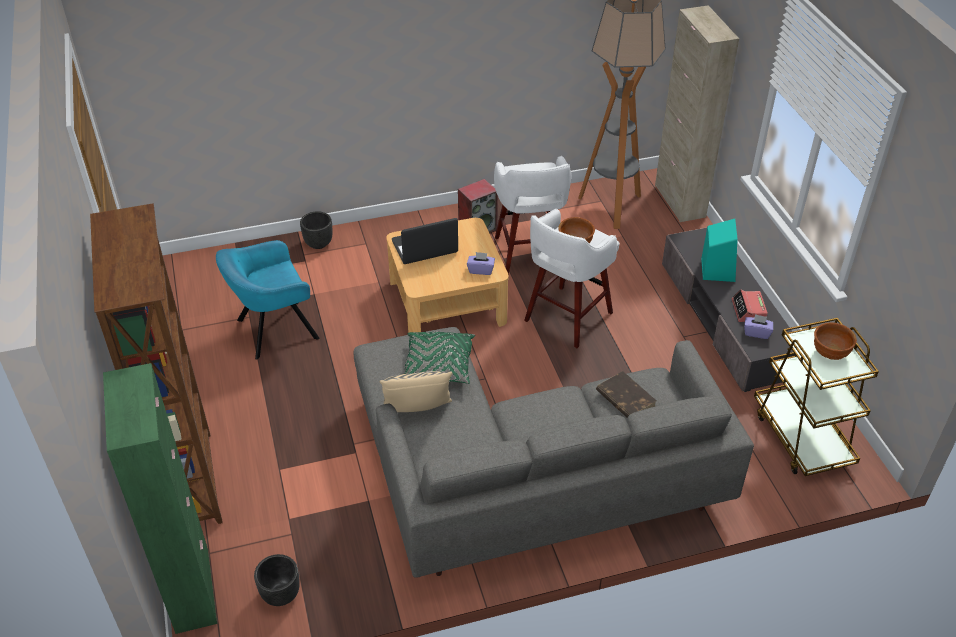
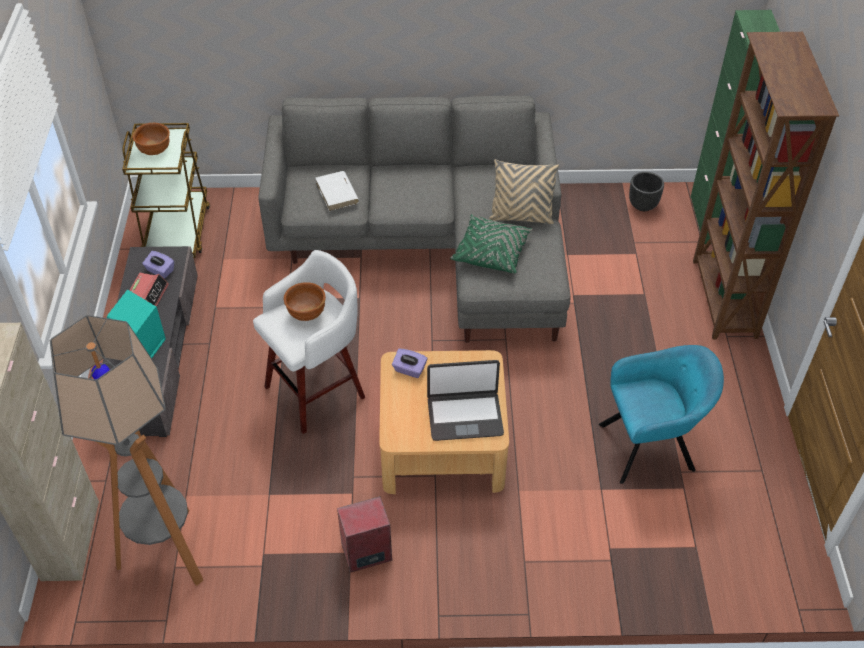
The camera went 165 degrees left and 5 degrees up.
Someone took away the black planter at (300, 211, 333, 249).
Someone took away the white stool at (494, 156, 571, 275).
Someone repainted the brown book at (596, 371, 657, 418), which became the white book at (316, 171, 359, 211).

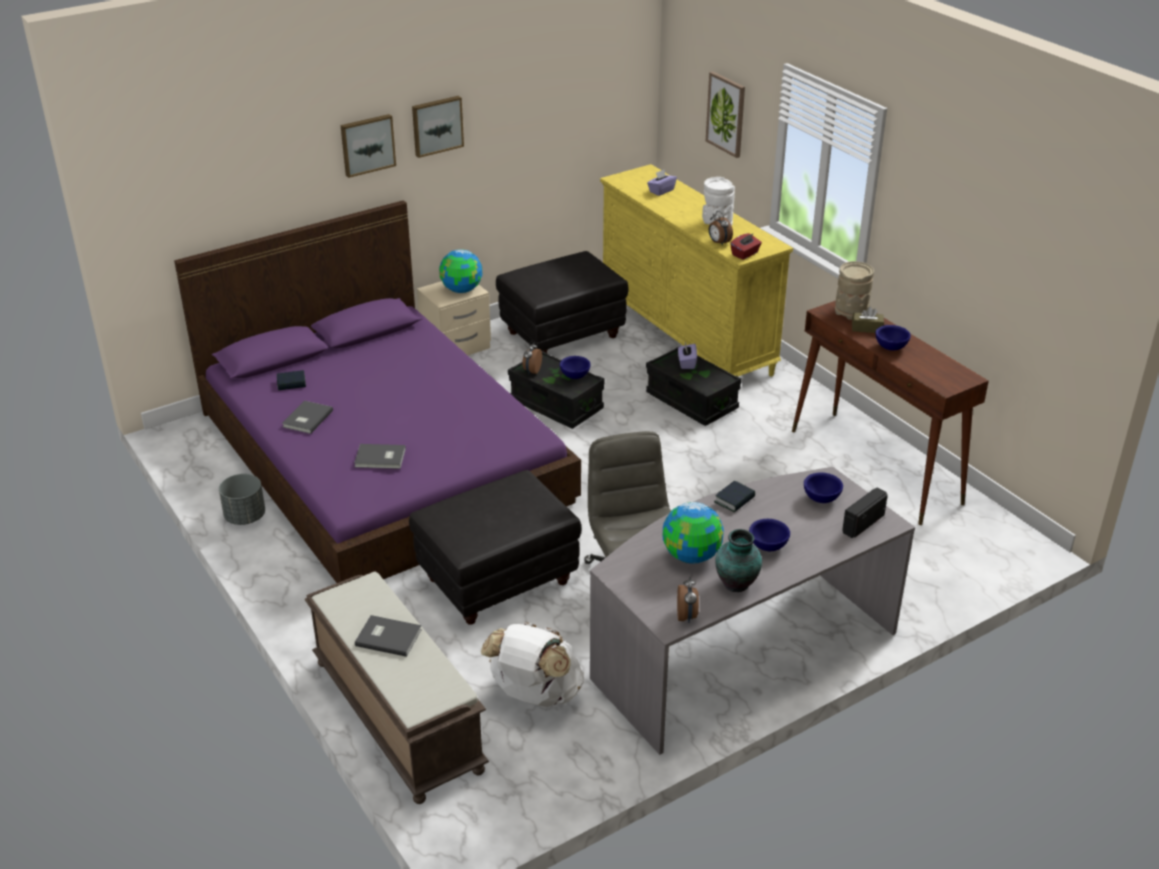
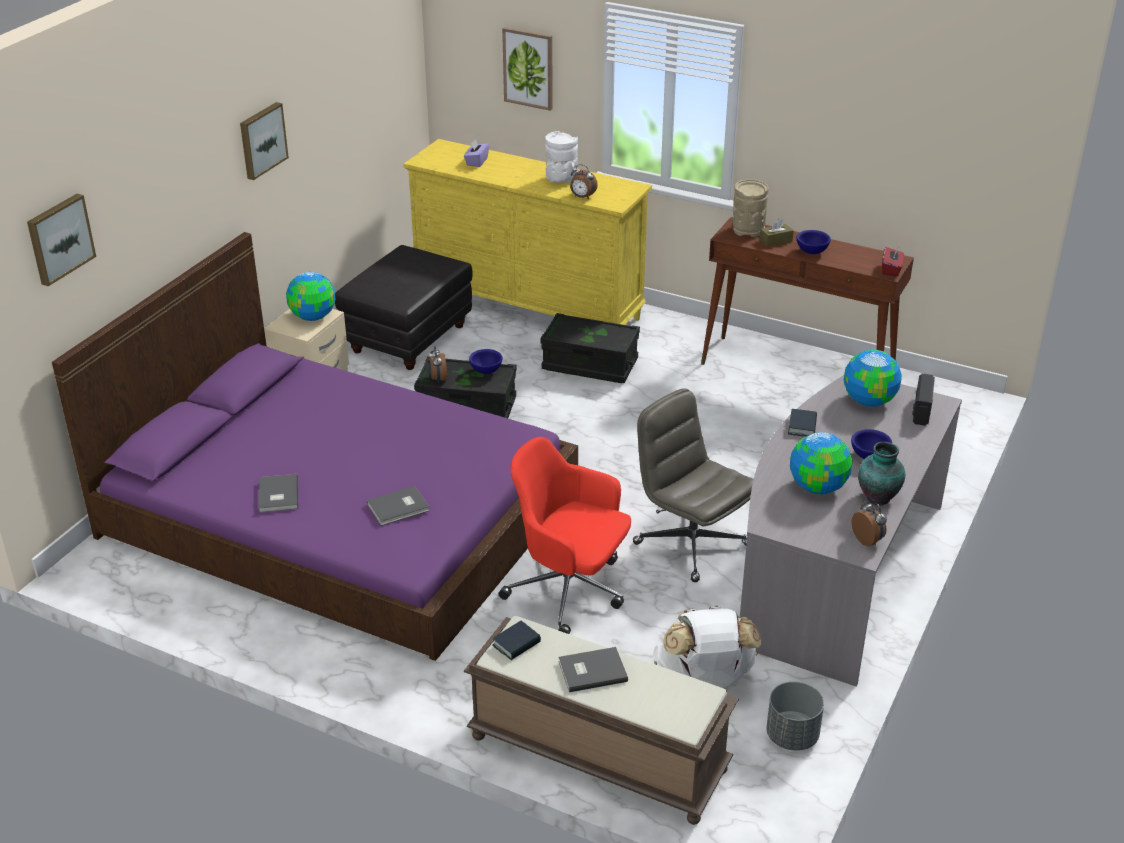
The camera went 30 degrees left and 0 degrees up.
Someone carried the grey planter from (219, 474, 265, 525) to (766, 682, 824, 751).
Someone carried the book from (277, 370, 306, 390) to (492, 621, 541, 660).
Someone carried the picture from (341, 114, 396, 178) to (27, 194, 96, 286).
Someone swapped the black ottoman at (409, 470, 582, 625) for the red office chair at (498, 437, 631, 634).
Someone took away the purple tissue box at (678, 342, 697, 369).
Someone carried the red tissue box from (730, 233, 762, 260) to (882, 247, 904, 276).
Someone swapped the blue bowl at (804, 472, 843, 503) for the globe at (844, 350, 902, 407).

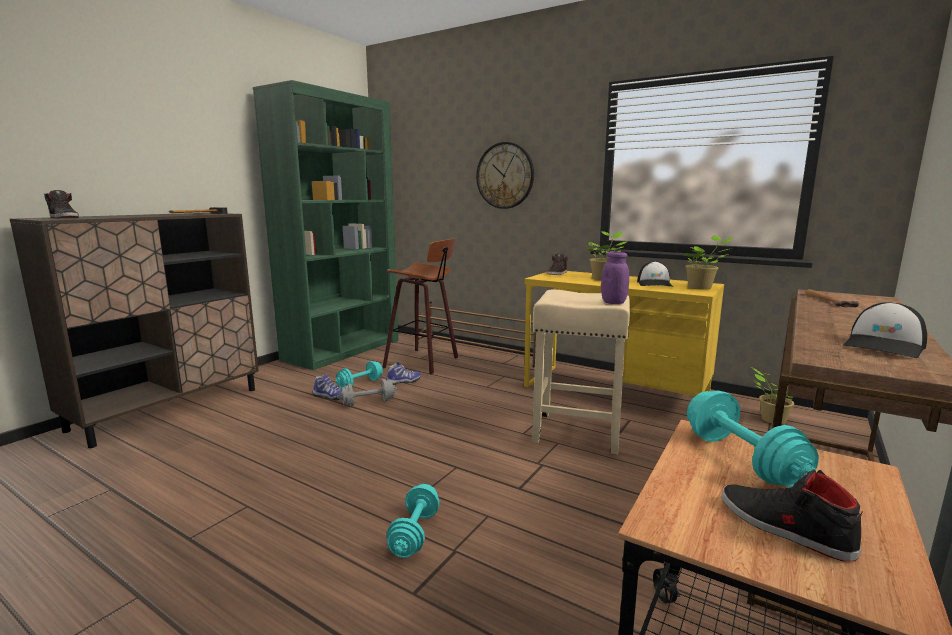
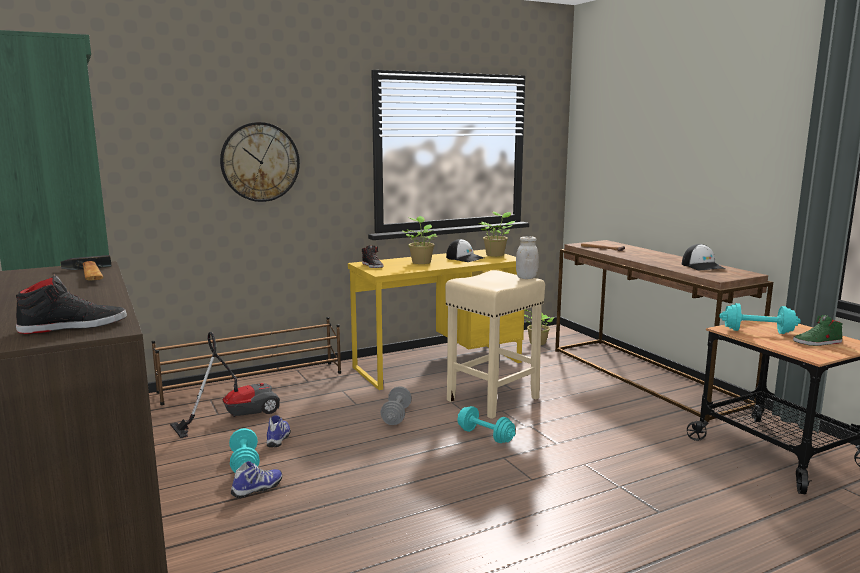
The camera went 60 degrees left and 0 degrees up.
Someone carried the grey dumbbell from (337, 379, 397, 407) to (380, 387, 412, 425).
Someone swapped the stool at (382, 239, 458, 374) for the vacuum cleaner at (170, 332, 280, 438).
Someone carried the turquoise dumbbell from (387, 484, 440, 558) to (457, 406, 516, 443).
Someone repainted the purple jar at (601, 251, 629, 304), which became the white jar at (516, 236, 539, 279).
Someone repainted the black shoe at (721, 469, 863, 561), which became the green shoe at (793, 315, 842, 346).

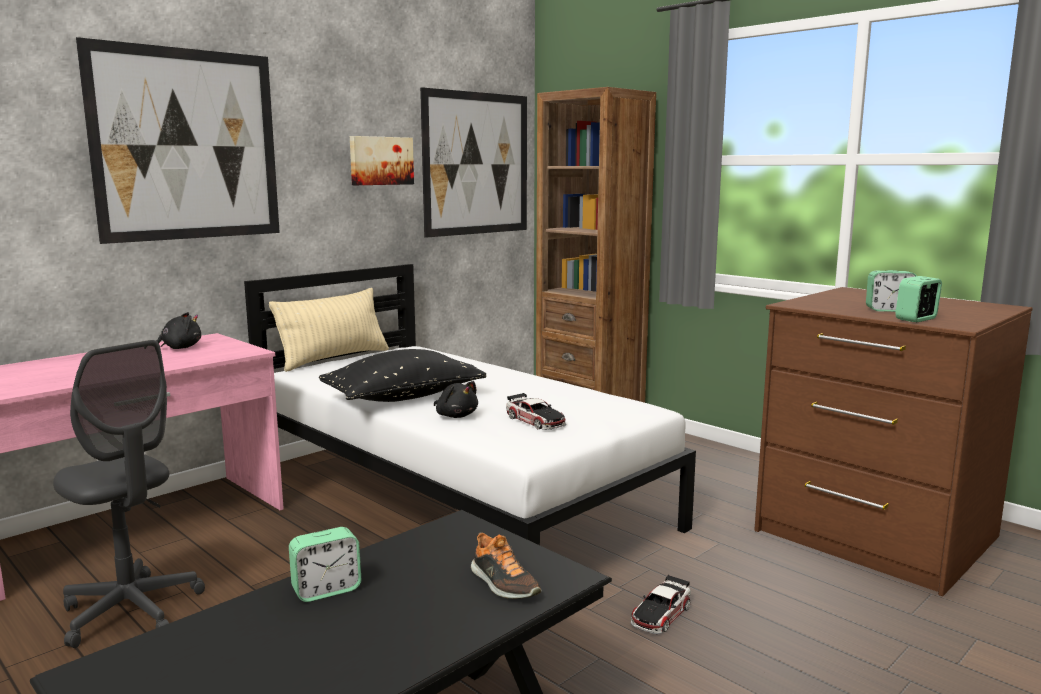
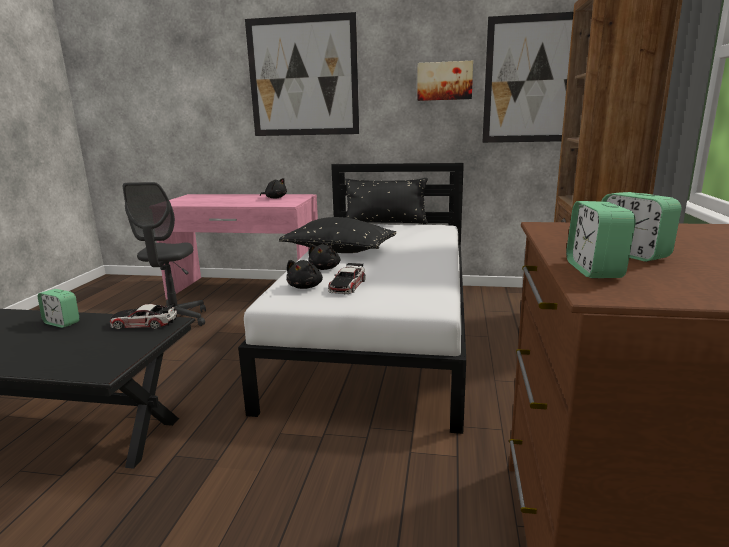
The camera went 55 degrees right and 5 degrees up.
Someone repainted the beige pillow at (269, 288, 389, 372), which became the black pillow at (345, 178, 428, 224).
Someone took away the shoe at (471, 532, 542, 599).
Someone carried the toy car from (630, 575, 691, 634) to (110, 303, 177, 330).
Someone rotated the alarm clock at (895, 276, 942, 322) by 105 degrees counterclockwise.
Someone put down the black plush toy at (287, 260, 323, 289).

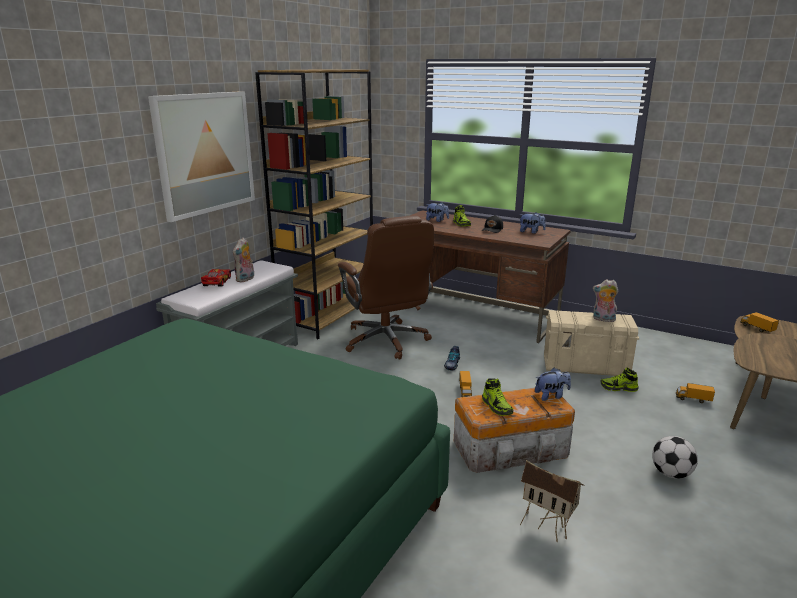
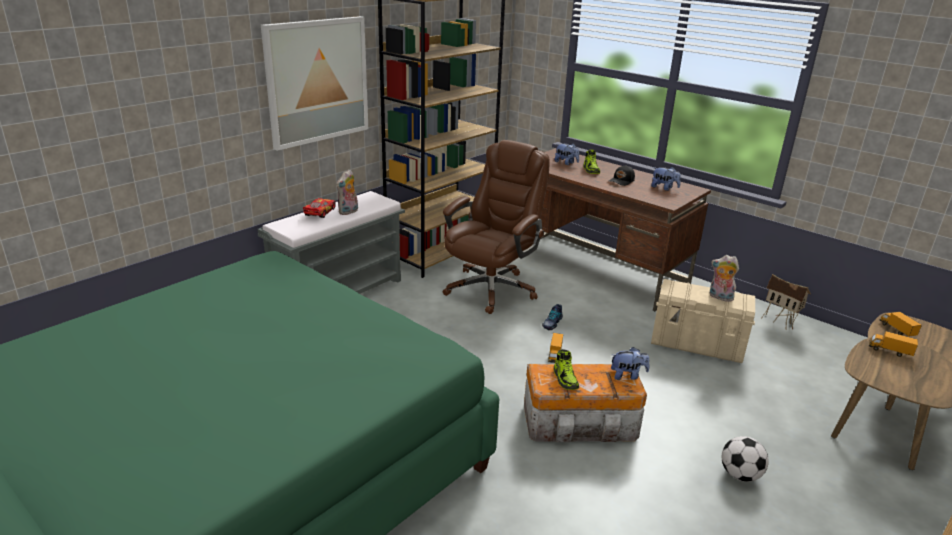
The camera went 10 degrees right and 5 degrees up.
Someone rotated the brown office chair at (338, 216, 434, 360) by 135 degrees counterclockwise.
Someone carried the toy house from (520, 460, 585, 542) to (761, 274, 811, 330).
Someone took away the shoe at (601, 367, 639, 392).
Someone carried the toy truck from (676, 383, 715, 403) to (869, 331, 918, 357).

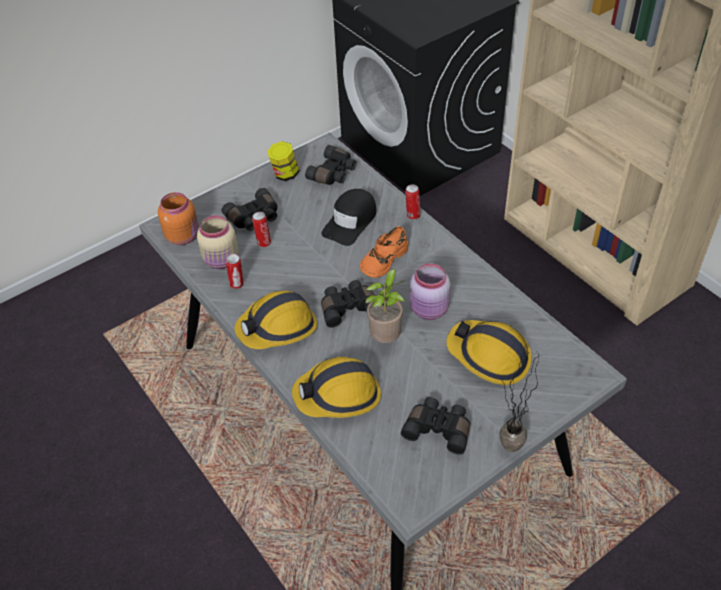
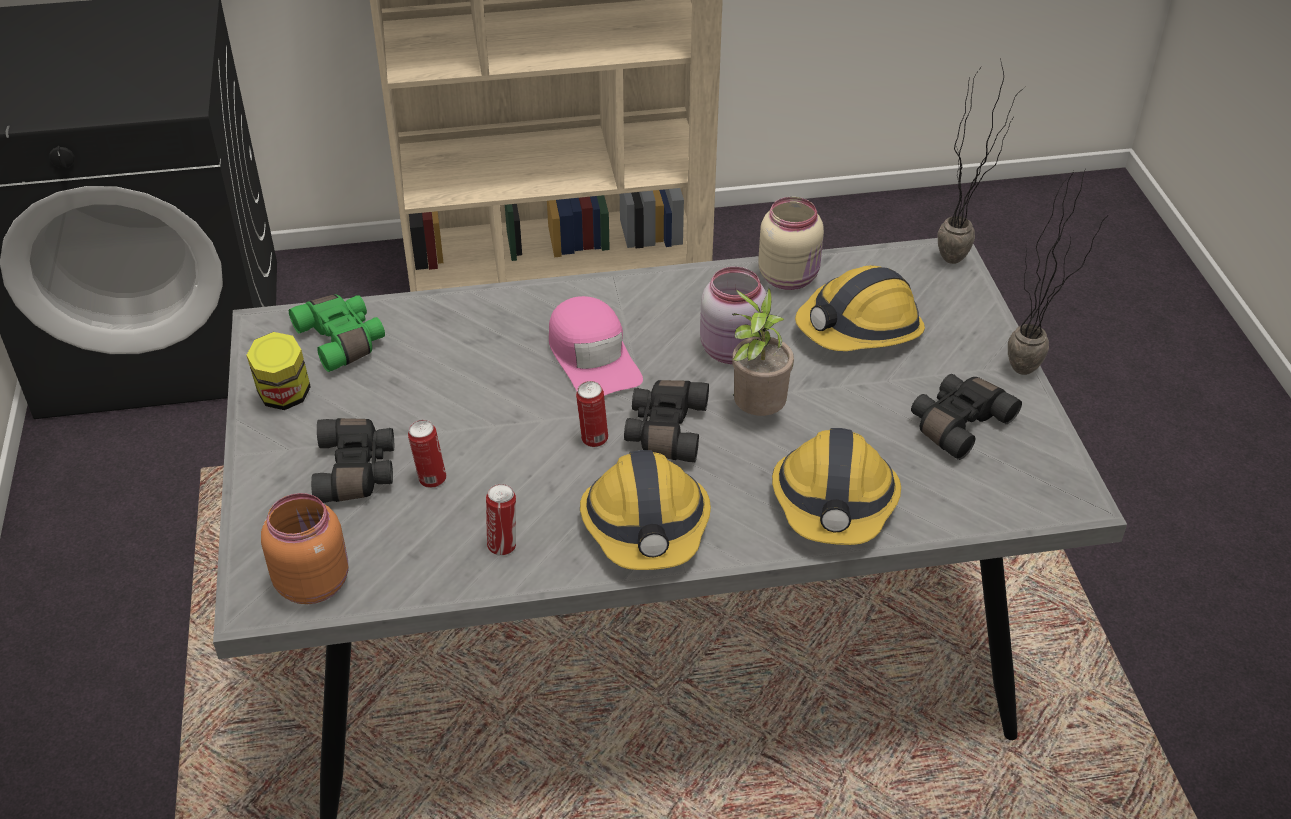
The camera went 65 degrees left and 5 degrees down.
Someone carried the beige jar from (197, 215, 238, 269) to (758, 197, 824, 290).
Someone repainted the black binoculars at (305, 145, 357, 185), which became the green binoculars at (289, 294, 385, 372).
Someone took away the black cap at (322, 189, 376, 246).
Someone swapped the orange shoe at (360, 226, 408, 278) for the pink cap at (549, 296, 643, 396).
Someone carried the can from (405, 184, 421, 220) to (576, 381, 608, 447).
Someone put down the potted plant at (938, 58, 1025, 264).

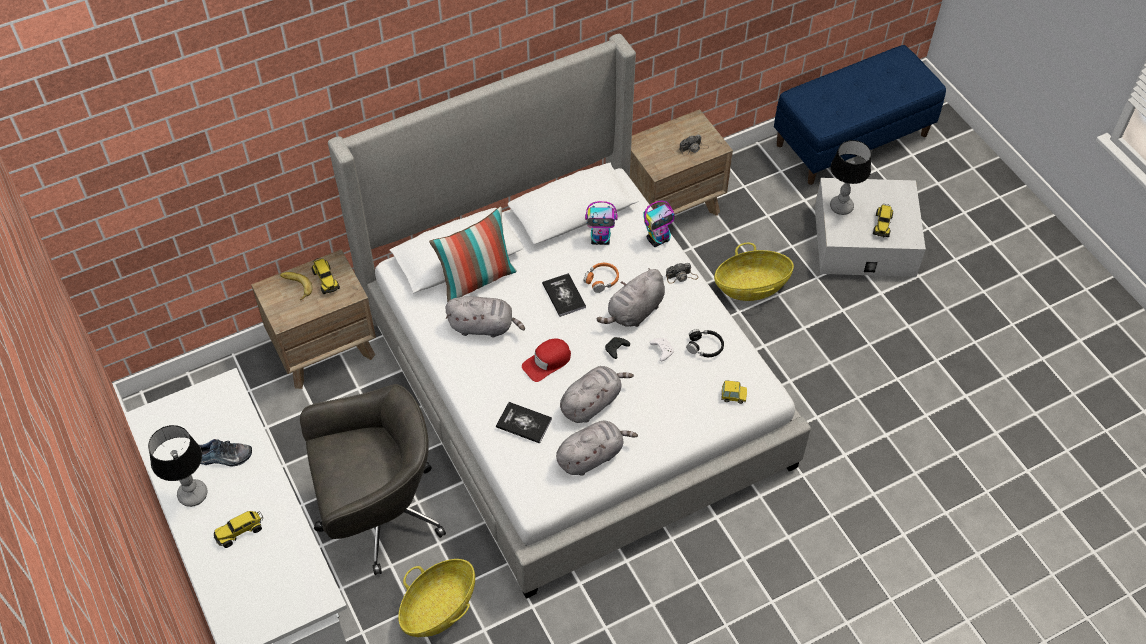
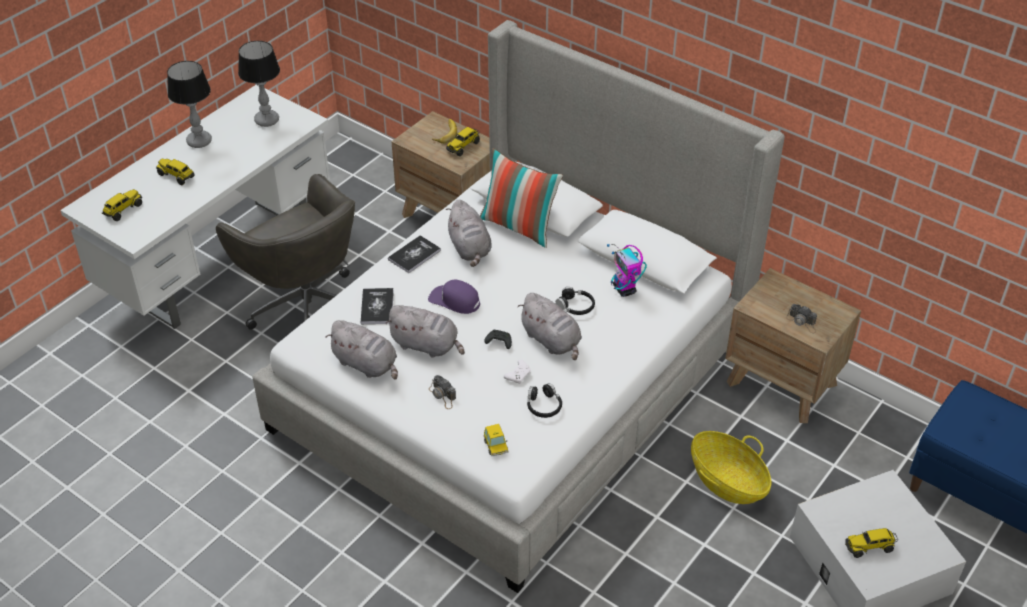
The camera went 65 degrees right and 10 degrees down.
Someone took away the shoe at (199, 439, 252, 466).
Someone took away the basket at (398, 559, 475, 637).
Someone repainted the red cap at (522, 338, 571, 382), which became the purple cap at (428, 280, 480, 314).
Someone carried the book from (542, 273, 586, 317) to (388, 235, 441, 273).
Someone repainted the orange headphones at (584, 263, 619, 293), which became the black headphones at (556, 287, 595, 315).
Someone rotated the grey plush toy at (597, 268, 665, 327) by 150 degrees counterclockwise.
Someone took away the toy robot at (643, 201, 675, 247).
Someone carried the photo camera from (666, 263, 699, 284) to (429, 375, 456, 409).
Someone carried the table lamp from (830, 140, 871, 215) to (238, 41, 280, 127).
Someone put down the toy truck at (102, 189, 142, 221).

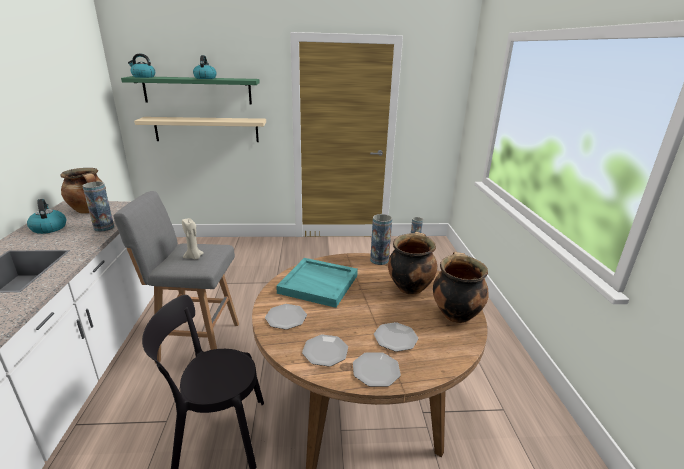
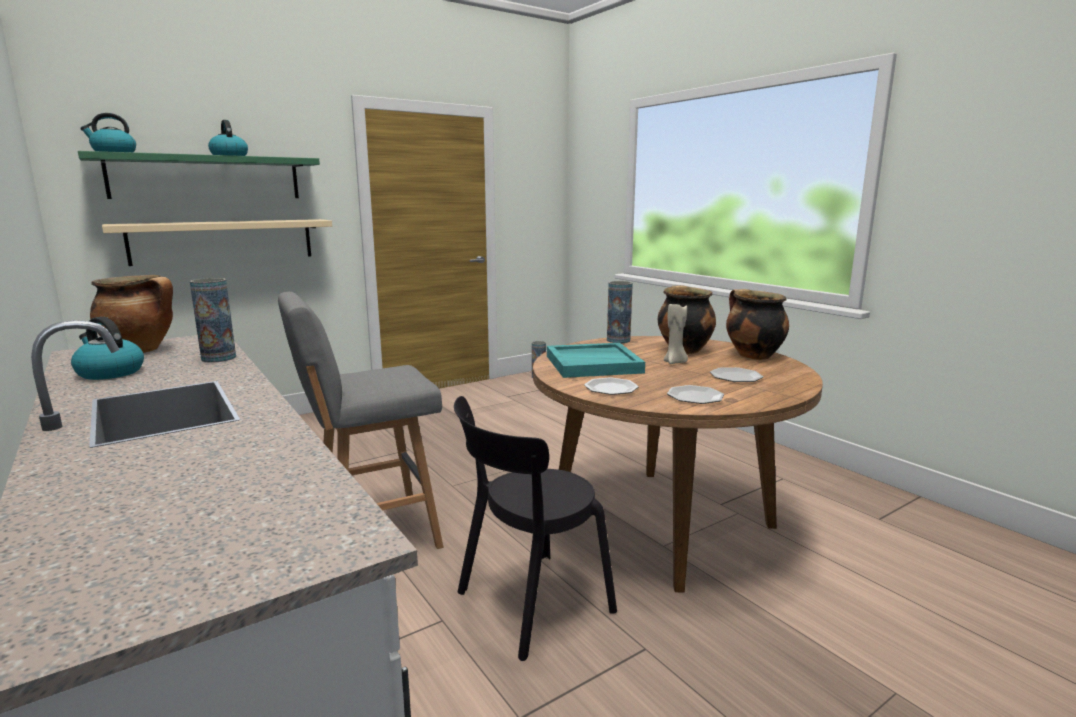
The camera went 30 degrees left and 10 degrees down.
Someone carried the beige candle from (182, 218, 204, 259) to (664, 304, 688, 364).
Someone took away the plate at (353, 352, 401, 387).

